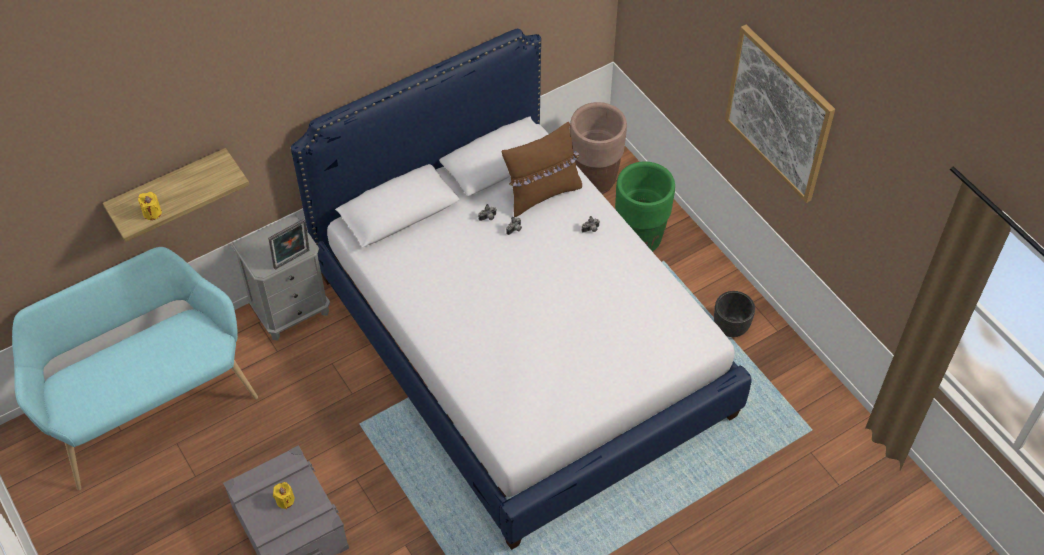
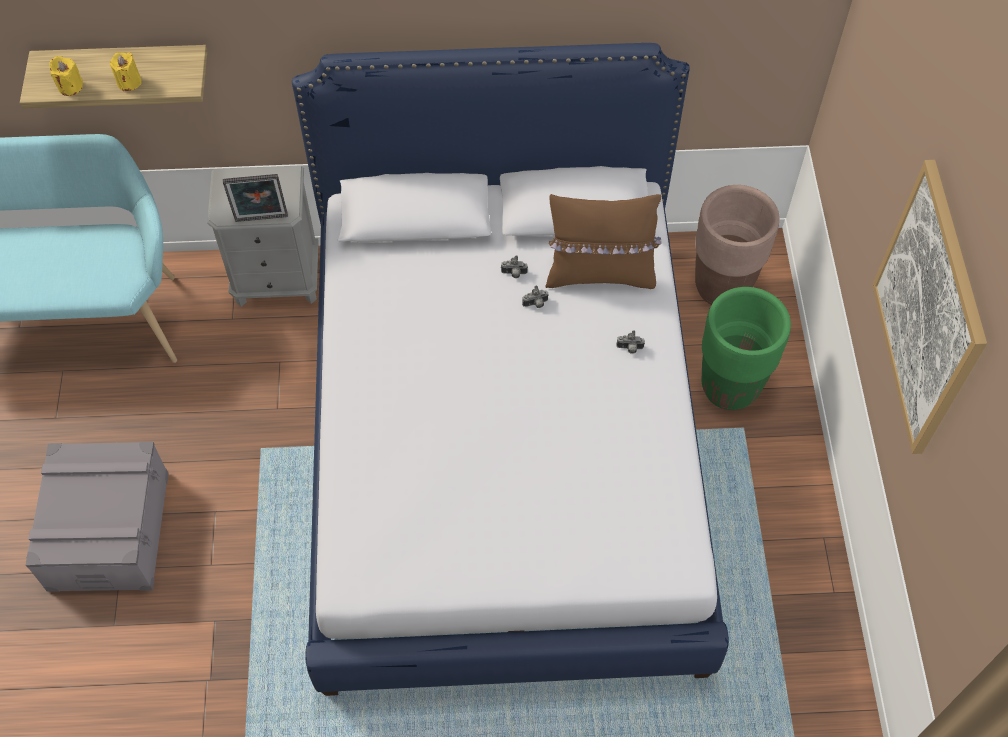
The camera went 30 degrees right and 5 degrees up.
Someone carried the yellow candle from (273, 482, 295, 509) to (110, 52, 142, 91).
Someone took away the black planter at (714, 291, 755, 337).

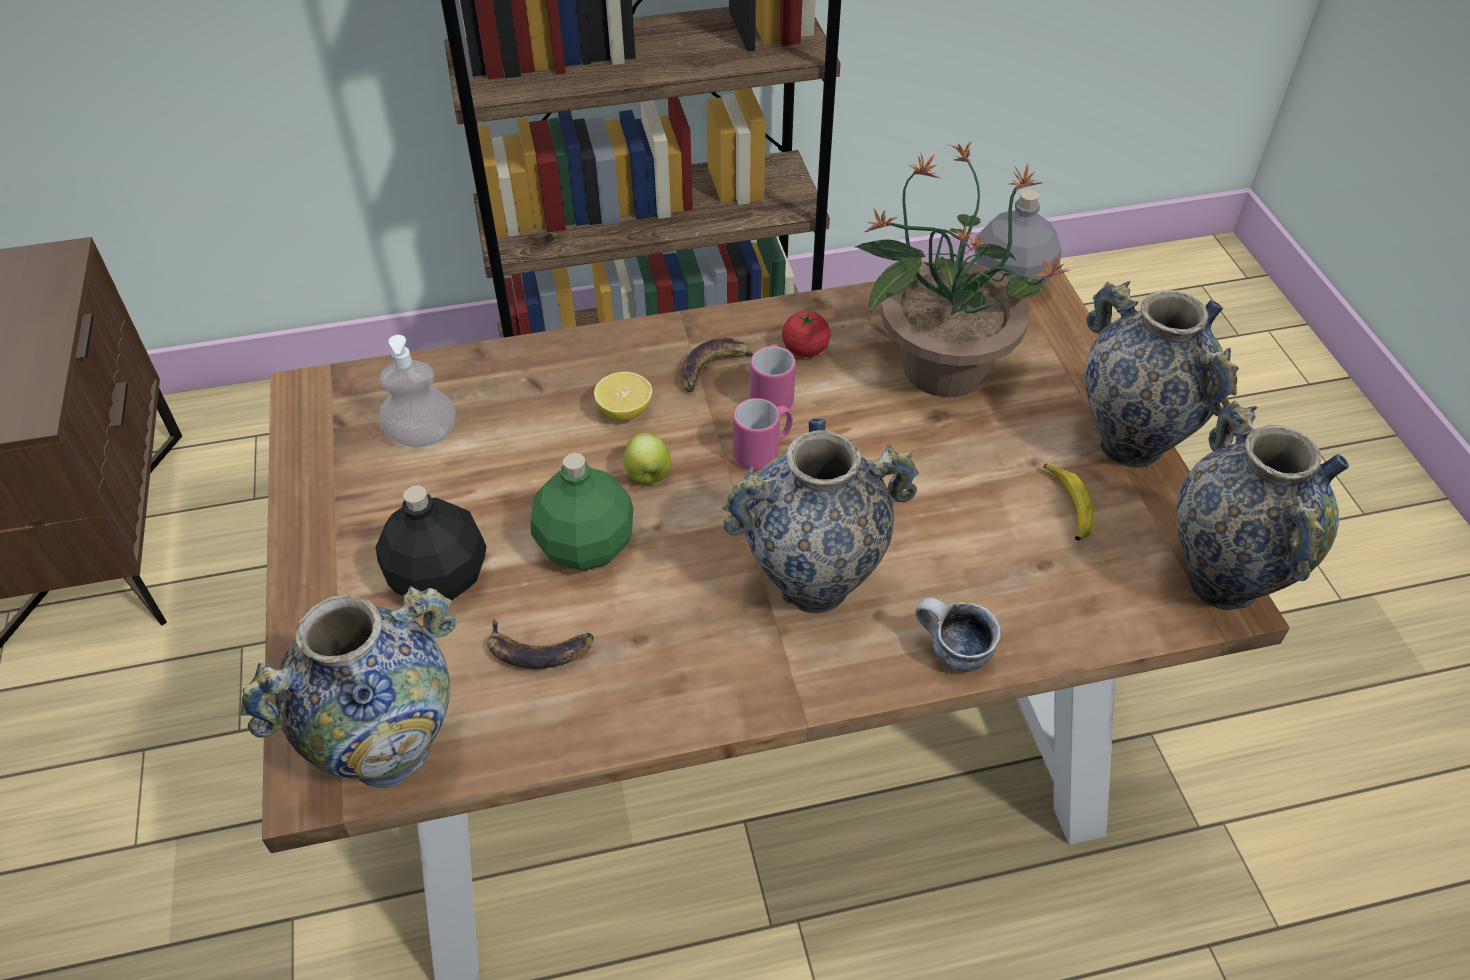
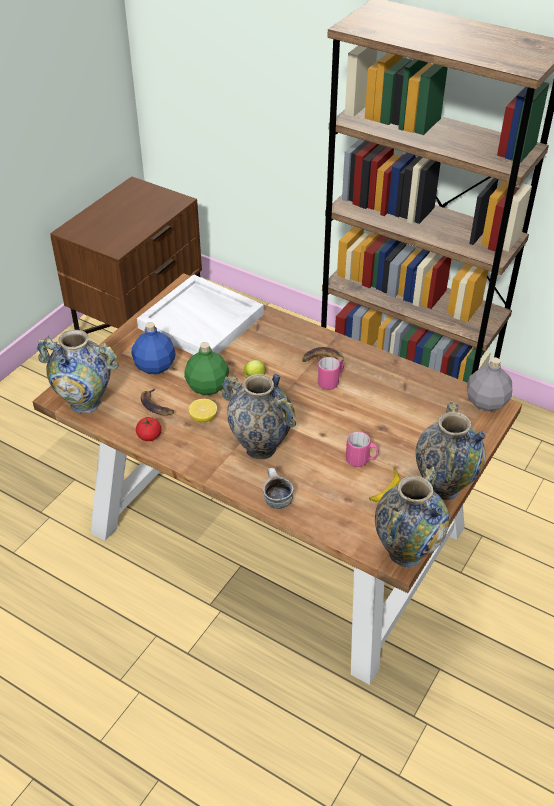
The camera went 45 degrees right and 5 degrees down.
Someone repainted the black bottle at (376, 485, 487, 601), which became the blue bottle at (132, 322, 176, 374).
Someone swapped the soap dispenser at (380, 335, 456, 447) for the white tray at (137, 274, 264, 355).
Someone carried the lemon from (594, 372, 652, 420) to (189, 399, 217, 422).
Someone carried the pink mug from (733, 398, 793, 470) to (346, 432, 379, 467).
Someone carried the tomato from (782, 311, 831, 357) to (136, 417, 162, 441).
Someone took away the potted plant at (855, 142, 1070, 397).

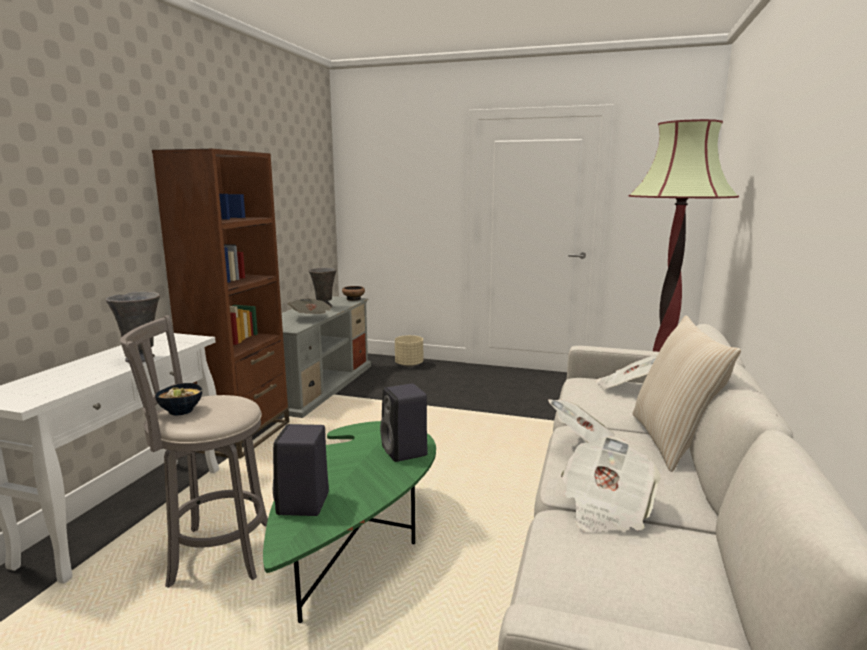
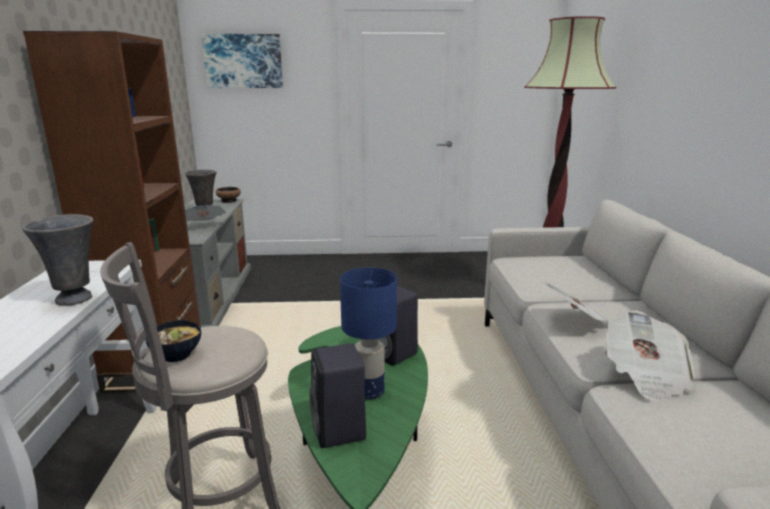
The camera went 20 degrees left and 5 degrees up.
Someone took away the beige planter at (395, 335, 423, 367).
Someone took away the newspaper at (596, 355, 657, 389).
Someone took away the beige pillow at (632, 315, 741, 472).
Someone put up the picture at (201, 34, 283, 88).
Someone put down the blue table lamp at (340, 268, 397, 399).

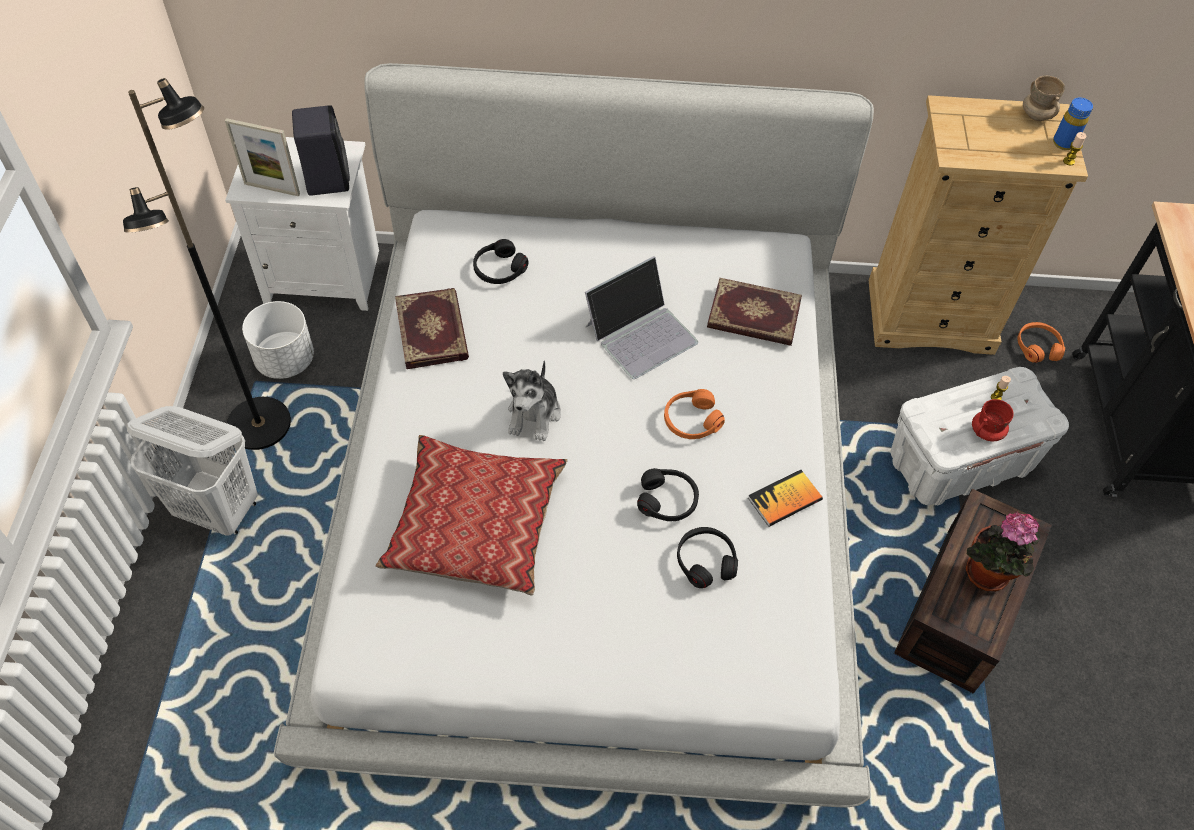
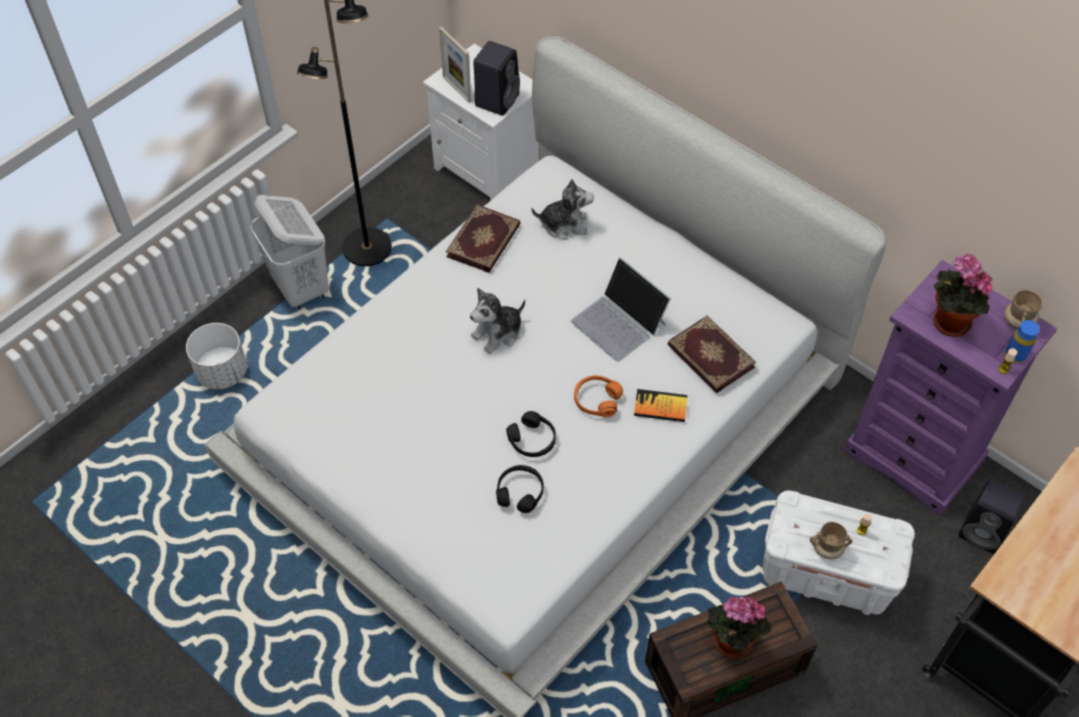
The camera went 40 degrees right and 0 degrees up.
Someone carried the white planter from (242, 301, 314, 379) to (186, 323, 247, 390).
Someone took away the pillow at (376, 435, 568, 596).
Someone swapped the black headphones at (473, 239, 529, 284) for the plush toy at (532, 179, 594, 239).
Someone rotated the laptop at (585, 256, 698, 379) by 45 degrees clockwise.
Someone carried the book from (748, 470, 823, 527) to (634, 389, 688, 422).
Someone repainted the beige dresser at (869, 95, 1088, 355), which became the purple dresser at (844, 260, 1057, 515).
Someone repainted the red mug at (972, 399, 1014, 441), which became the beige mug at (810, 522, 853, 559).
Someone swapped the orange headphones at (1017, 322, 1065, 363) for the black speaker at (958, 479, 1025, 554).
Someone put down the potted plant at (933, 254, 993, 337).

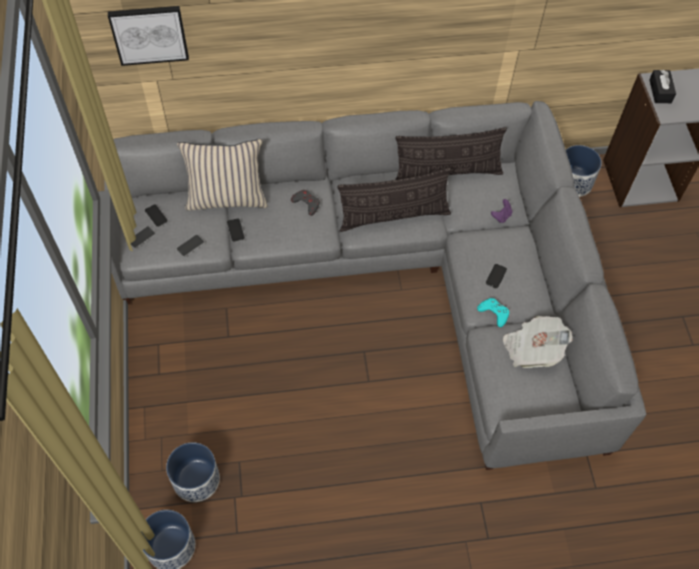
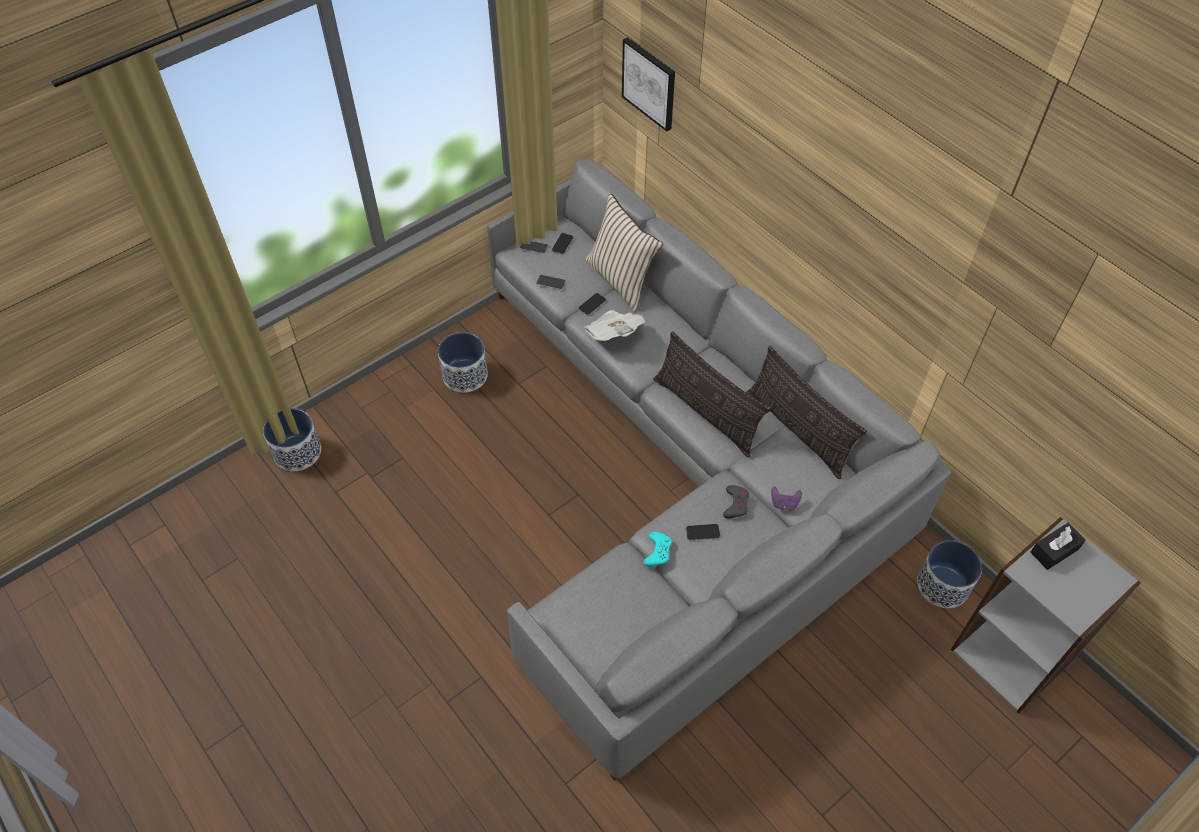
The camera went 60 degrees right and 5 degrees down.
Someone carried the planter from (166, 442, 220, 502) to (438, 332, 488, 393).
Someone carried the grey game controller from (291, 190, 320, 216) to (723, 485, 749, 518).
Someone carried the newspaper from (503, 316, 573, 368) to (584, 310, 645, 341).

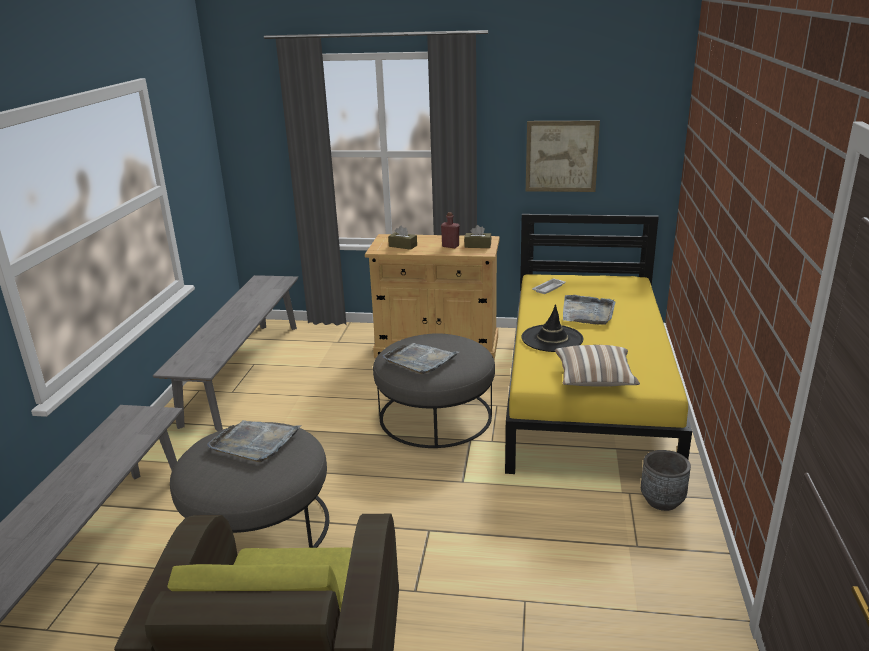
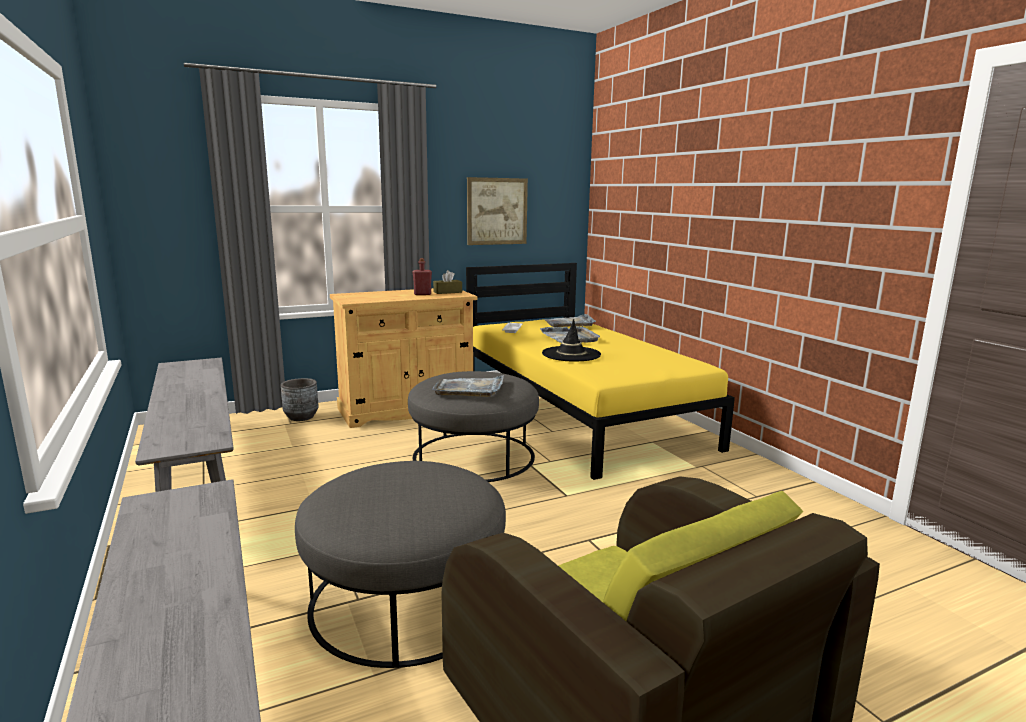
The camera went 35 degrees left and 10 degrees down.
Someone carried the grey tray from (207, 420, 302, 462) to (544, 314, 596, 327).
Someone took away the brown tissue box at (388, 225, 417, 250).
Someone took away the pillow at (555, 345, 640, 386).
Someone carried the grey planter from (641, 450, 691, 511) to (281, 378, 318, 421).

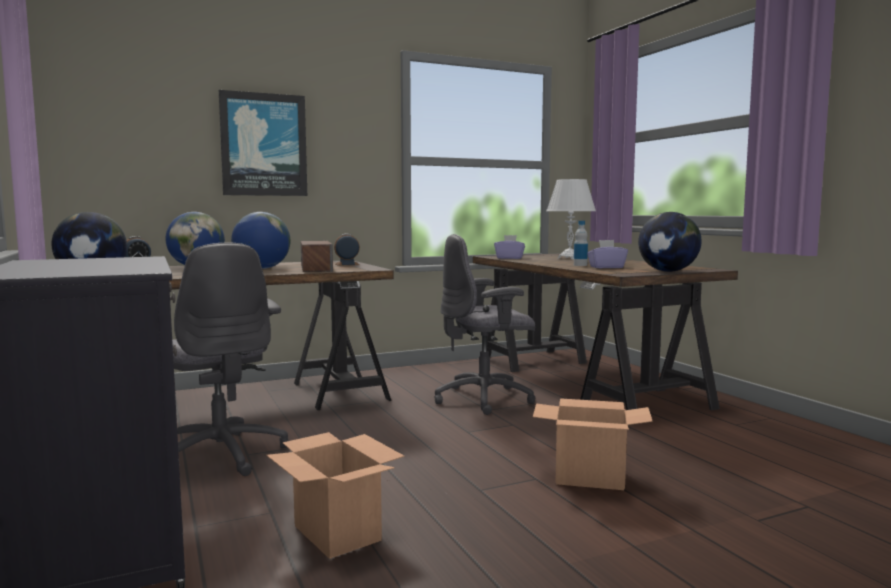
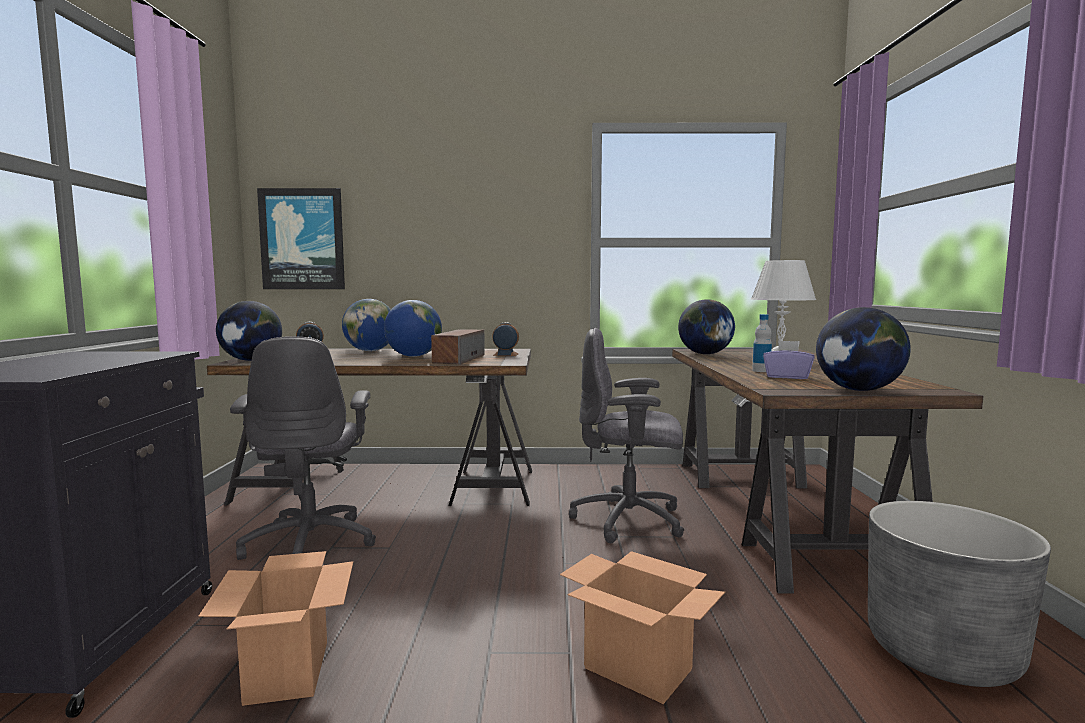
The camera went 25 degrees right and 0 degrees up.
Someone carried the picture from (219, 90, 307, 196) to (257, 188, 345, 289).
Someone swapped the purple tissue box at (494, 235, 525, 259) for the globe at (678, 299, 735, 354).
Someone put down the grey planter at (868, 501, 1051, 687).

